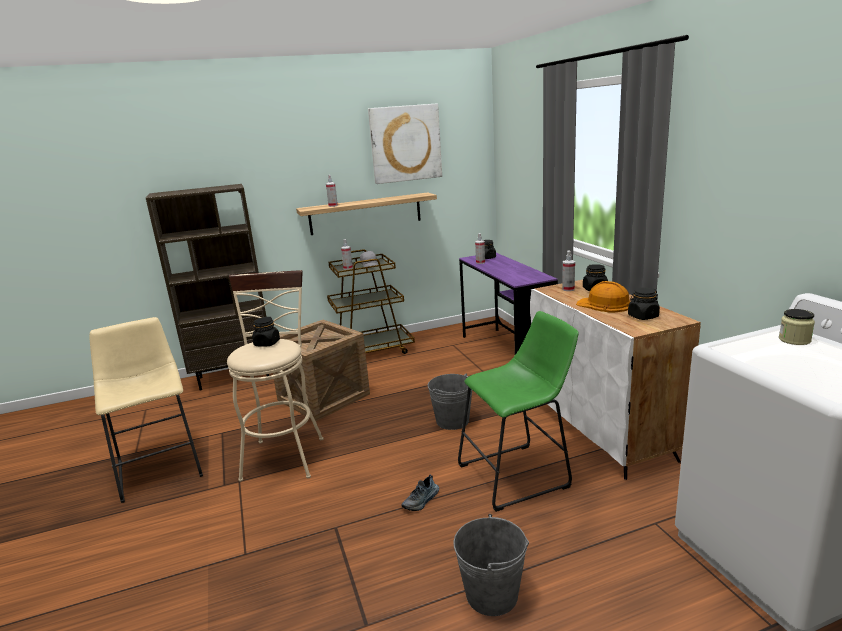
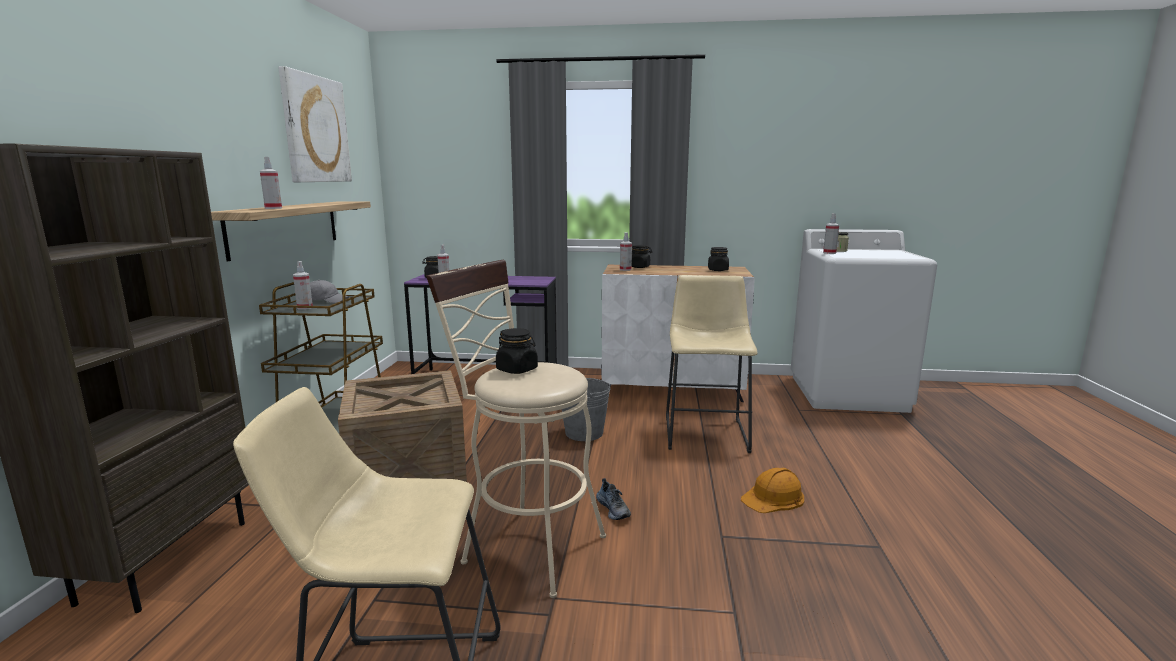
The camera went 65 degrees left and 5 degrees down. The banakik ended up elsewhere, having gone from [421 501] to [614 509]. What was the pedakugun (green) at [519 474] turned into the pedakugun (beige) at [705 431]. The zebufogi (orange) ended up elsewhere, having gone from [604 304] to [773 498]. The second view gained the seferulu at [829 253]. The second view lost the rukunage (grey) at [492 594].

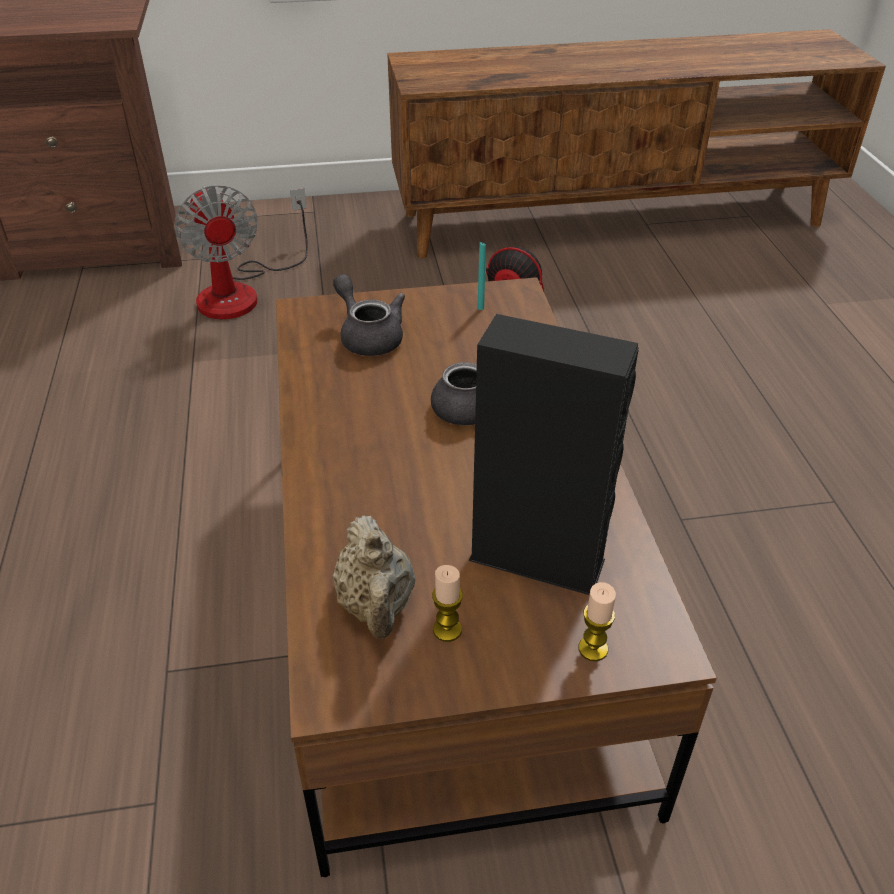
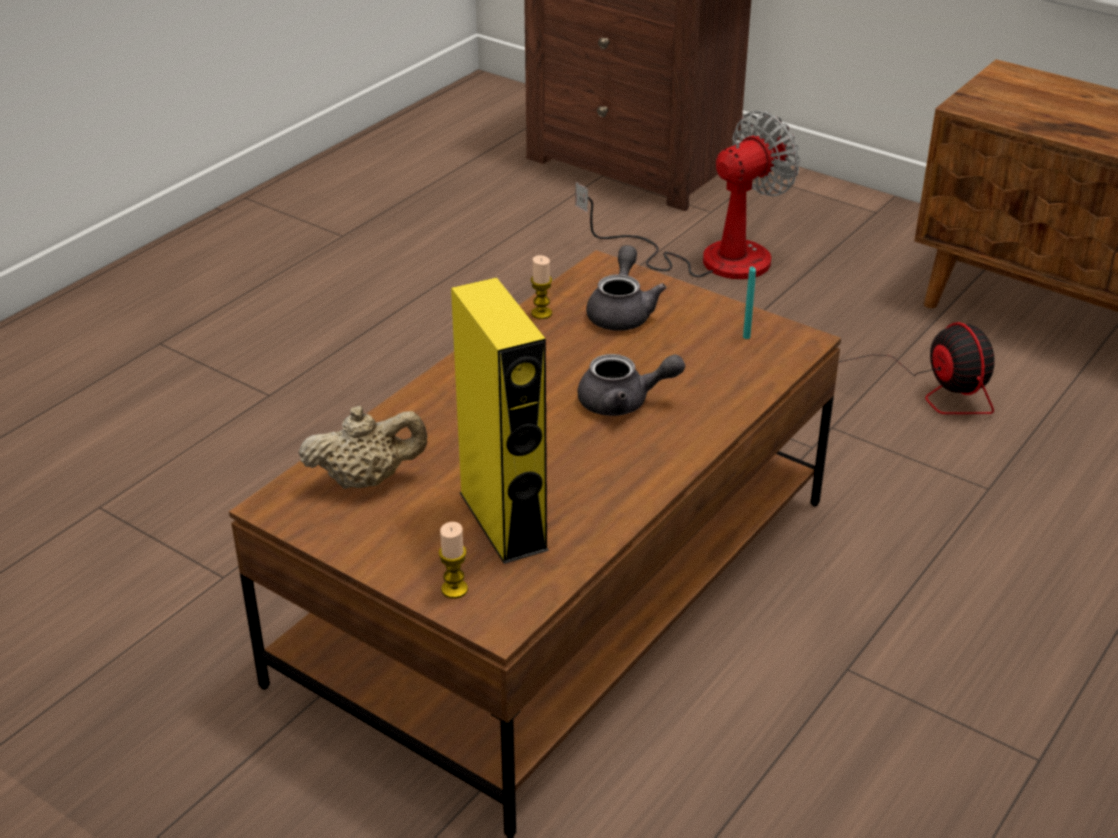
The camera went 45 degrees right and 5 degrees down. The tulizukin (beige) at [376 606] ended up facing another way, 135 degrees counterclockwise from before. What was the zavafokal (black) at [537 559] turned into the zavafokal (yellow) at [503 521]. The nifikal ended up elsewhere, having gone from [447 630] to [541 313]. The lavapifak at [242 291] ended up facing another way, 150 degrees counterclockwise from before.

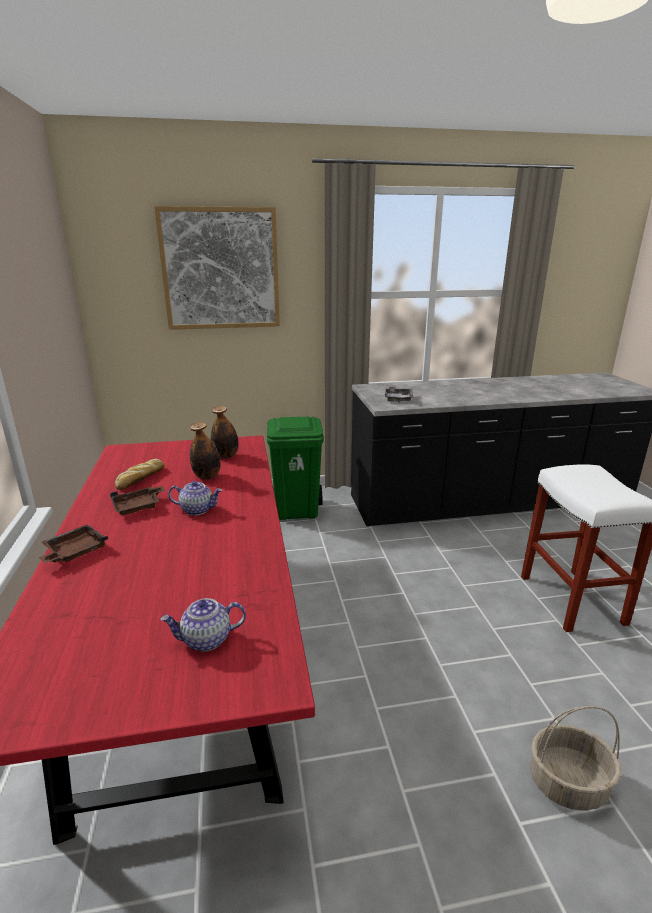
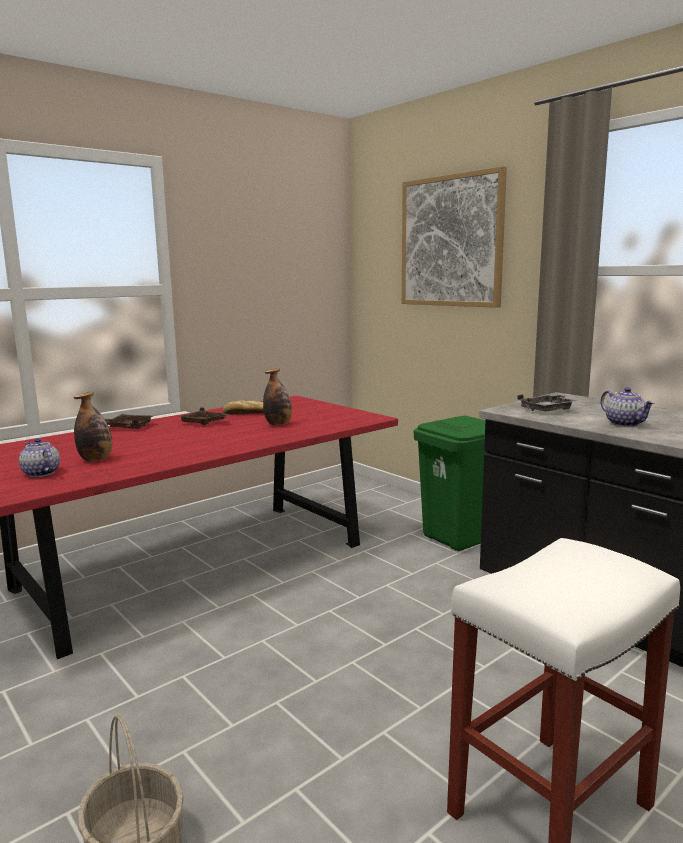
The camera went 60 degrees right and 10 degrees down. The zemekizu ended up elsewhere, having gone from [226 456] to [96 459]. The tulizukin ended up elsewhere, having gone from [197 510] to [625 423].

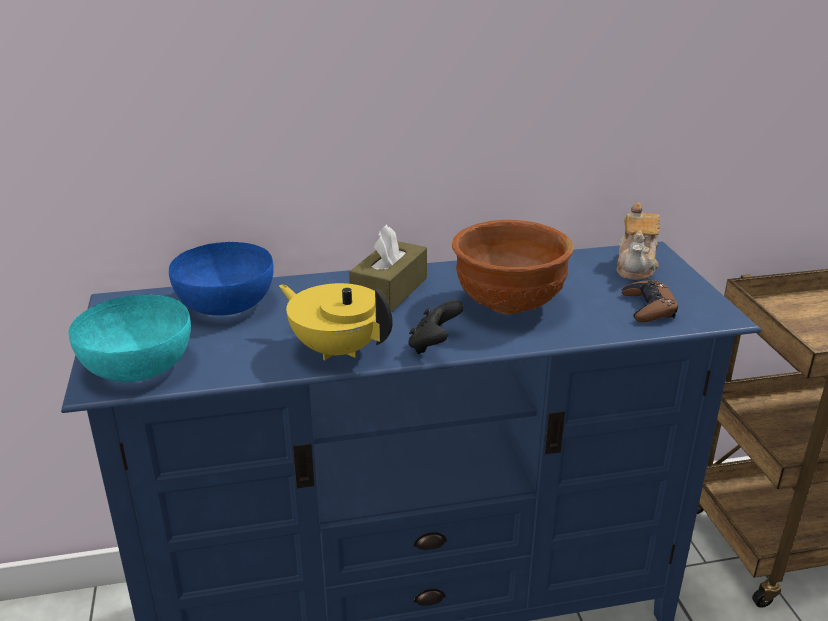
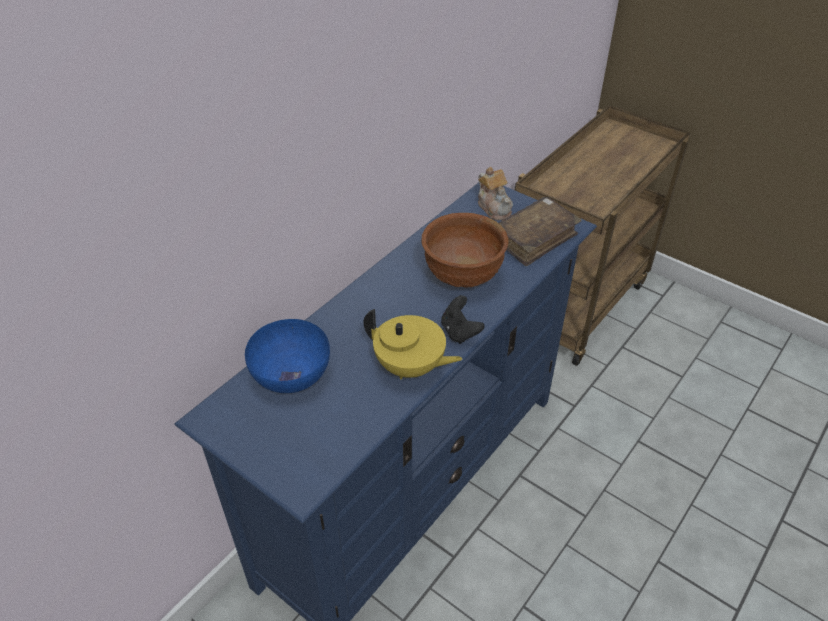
The camera went 40 degrees left and 15 degrees up. The tulizukin (yellow) at [337 349] ended up facing another way, 150 degrees counterclockwise from before. Where the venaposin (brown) stood at [648 308], the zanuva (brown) came to stand at [534 238]. The second view lost the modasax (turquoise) at [139 367]. The second view lost the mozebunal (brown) at [389 291].

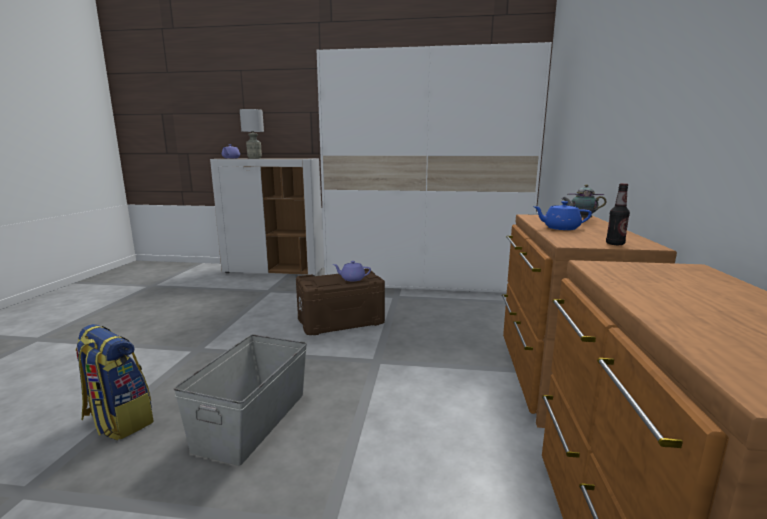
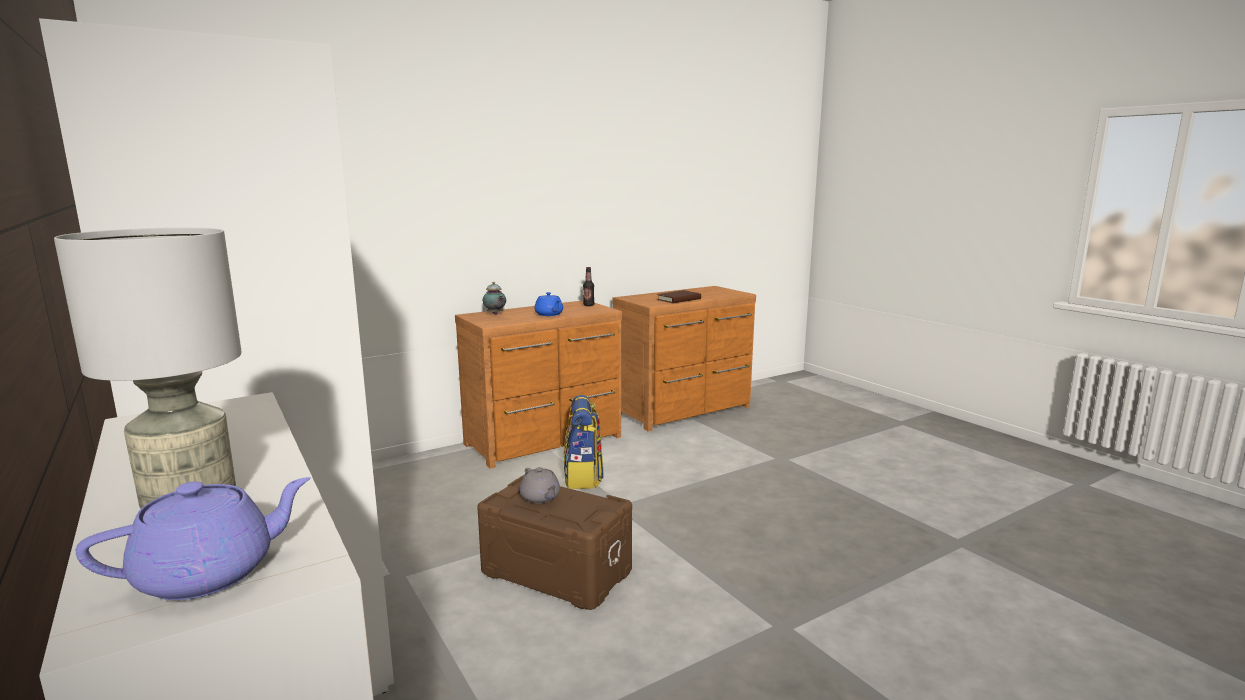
The camera went 130 degrees left and 0 degrees up. What was the tulizukin (purple) at [352 279] turned into the tulizukin (grey) at [540 497]. The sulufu ended up elsewhere, having gone from [118 421] to [583 477]. The second view gained the zanuva (brown) at [679 299]. The second view lost the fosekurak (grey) at [251 420].

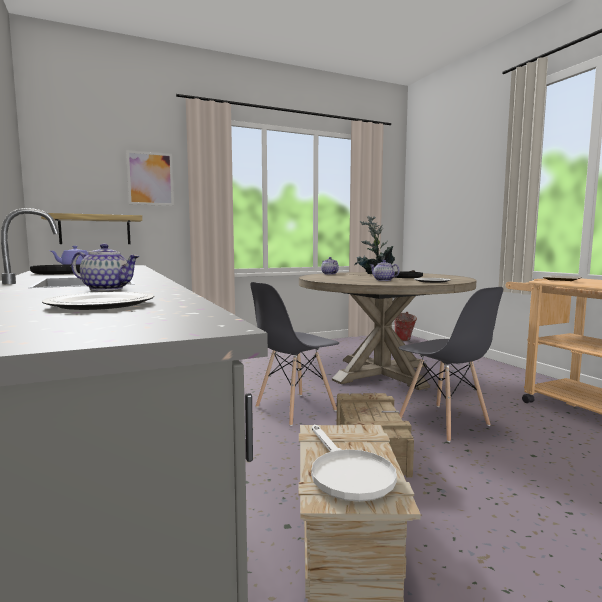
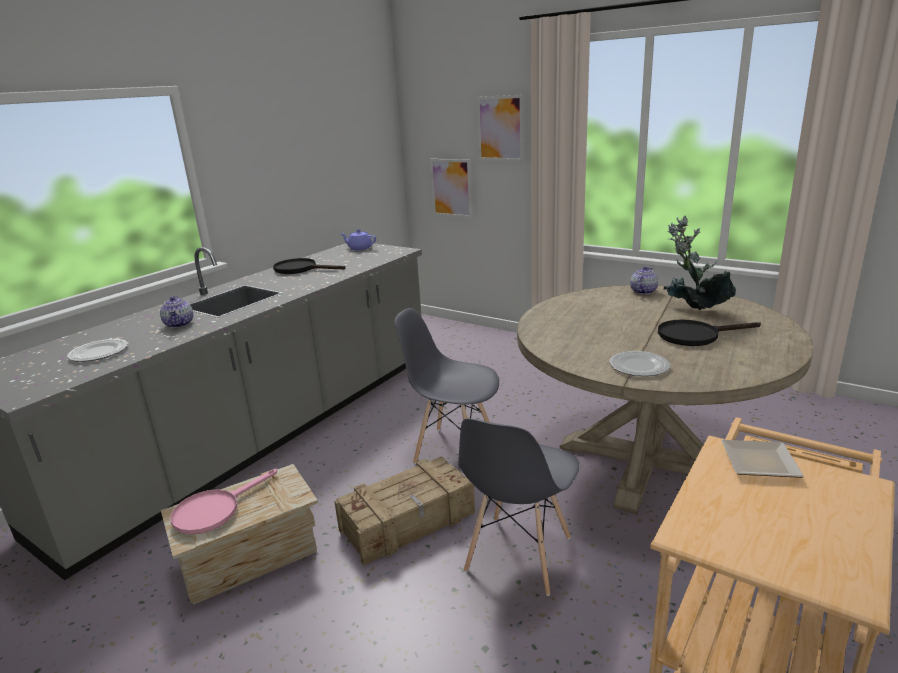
The camera went 60 degrees right and 15 degrees up. What was the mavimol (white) at [347 473] turned into the mavimol (pink) at [214 510]. Where the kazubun hung at [95 230], the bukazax came to hang at [451 188]. The second view lost the tulizukin at [383 280]. The second view lost the rukunage at [403 340].

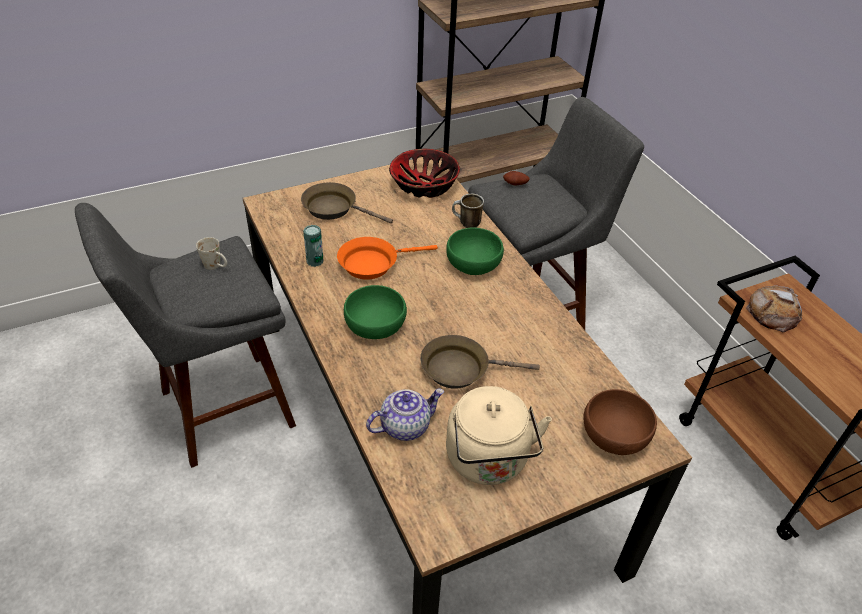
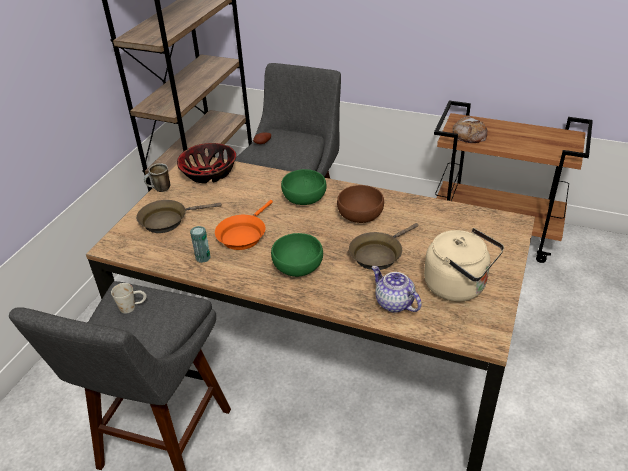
The camera went 40 degrees left and 5 degrees down. The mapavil ended up elsewhere, having gone from [466 224] to [159 189]. The modasax (brown) ended up elsewhere, having gone from [615 434] to [360 214]. The tulizukin at [405 426] ended up facing another way, 60 degrees counterclockwise from before.

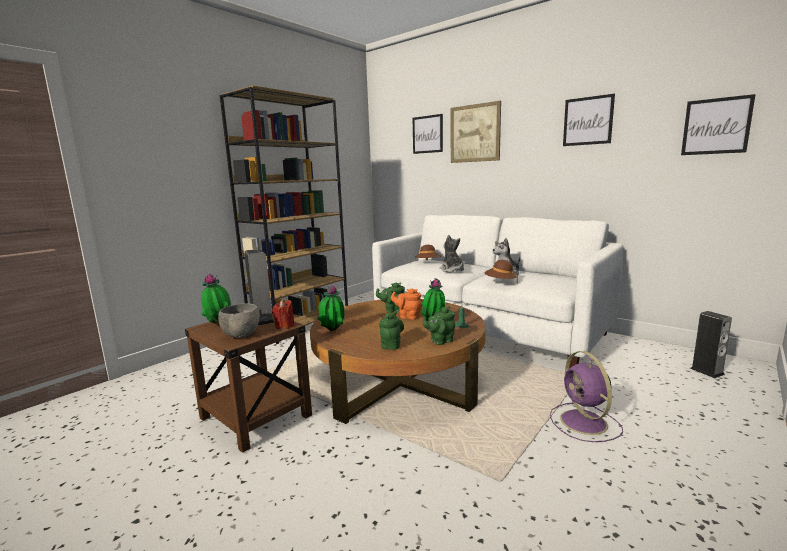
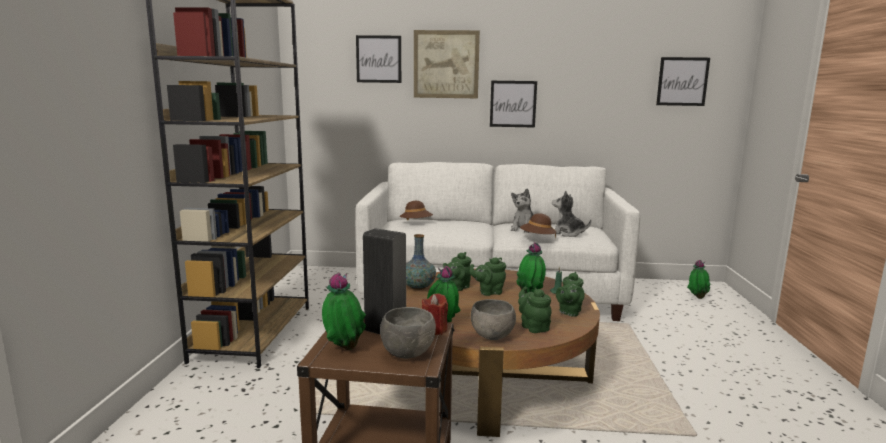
The camera went 35 degrees left and 0 degrees up. The second view gained the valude at [418 287]. What was the tulizukin (orange) at [408 317] turned into the tulizukin (green) at [488 292]. The second view gained the modasax (grey) at [493 337]. The bukazax ended up elsewhere, having gone from [588 121] to [513 104]. The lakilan ended up elsewhere, having gone from [452 270] to [567 233]. Where the zavafokal stood at [707 371], the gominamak came to stand at [697 297]. The second view lost the lavapifak (purple) at [585 423].

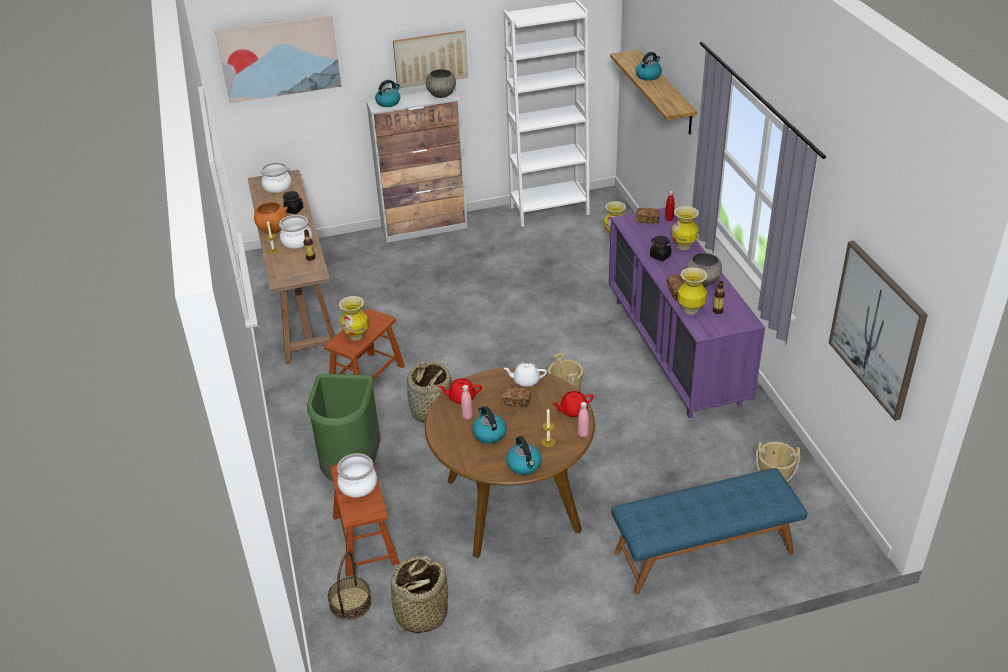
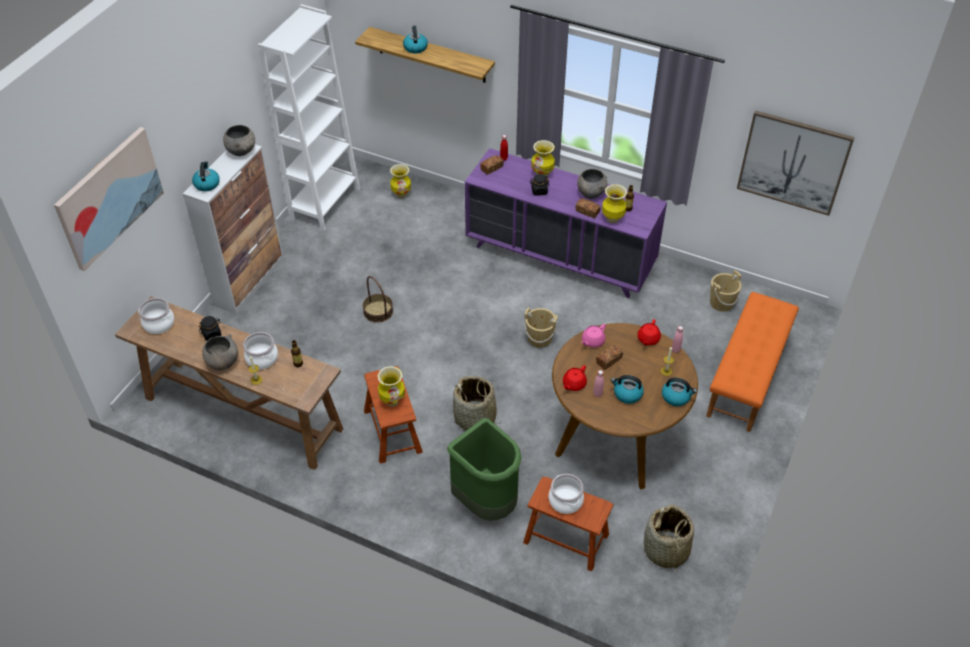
The camera went 50 degrees left and 10 degrees up. What was the modasax (orange) at [273 229] turned into the modasax (grey) at [222 362]. The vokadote ended up elsewhere, having gone from [350 603] to [378 311]. What was the tulizukin (white) at [526 380] turned into the tulizukin (pink) at [592 341]. What was the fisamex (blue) at [704 553] turned into the fisamex (orange) at [748 376]. The second view lost the bukazax at [430 58].

